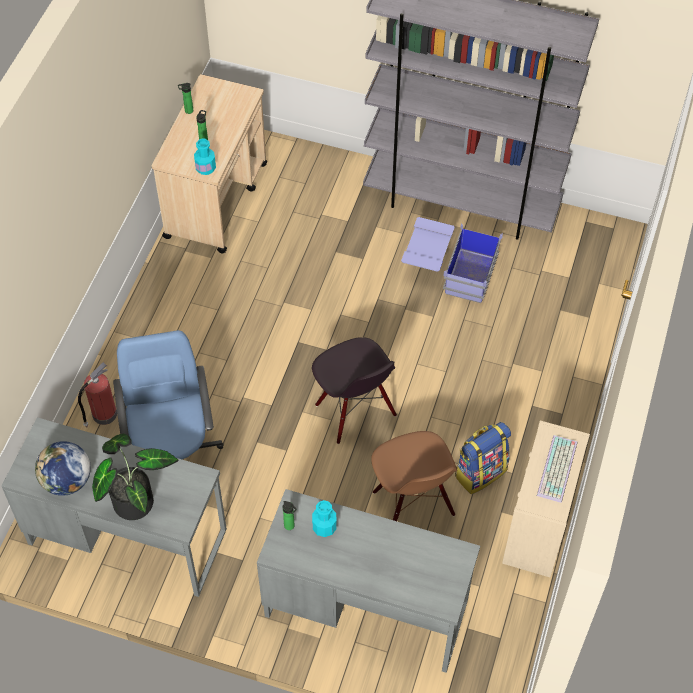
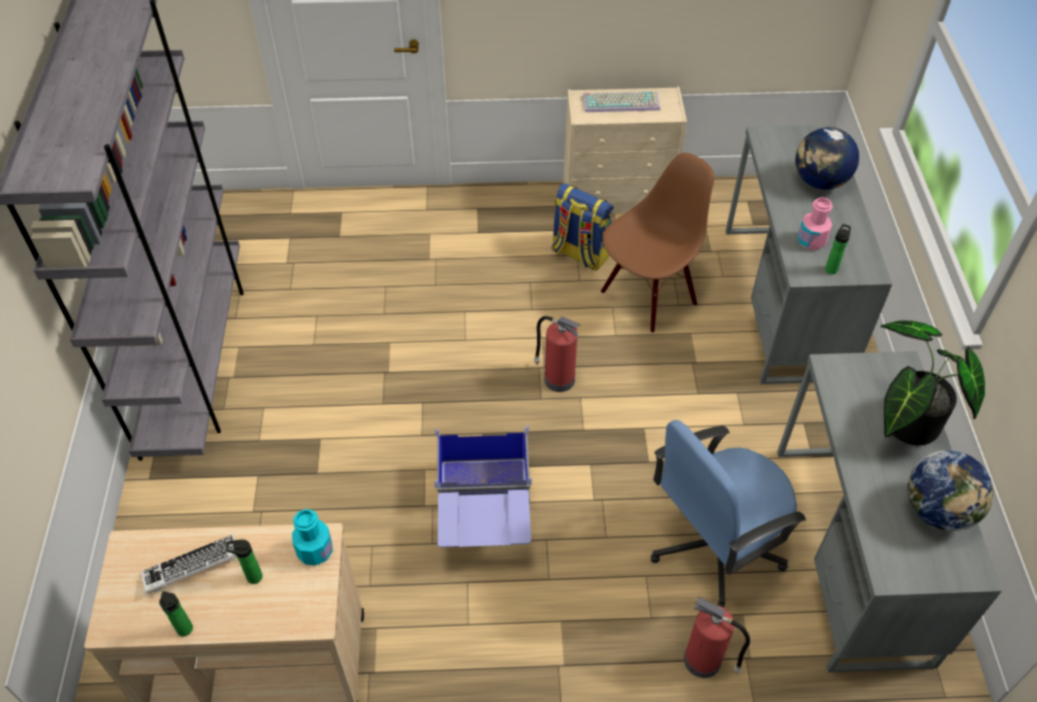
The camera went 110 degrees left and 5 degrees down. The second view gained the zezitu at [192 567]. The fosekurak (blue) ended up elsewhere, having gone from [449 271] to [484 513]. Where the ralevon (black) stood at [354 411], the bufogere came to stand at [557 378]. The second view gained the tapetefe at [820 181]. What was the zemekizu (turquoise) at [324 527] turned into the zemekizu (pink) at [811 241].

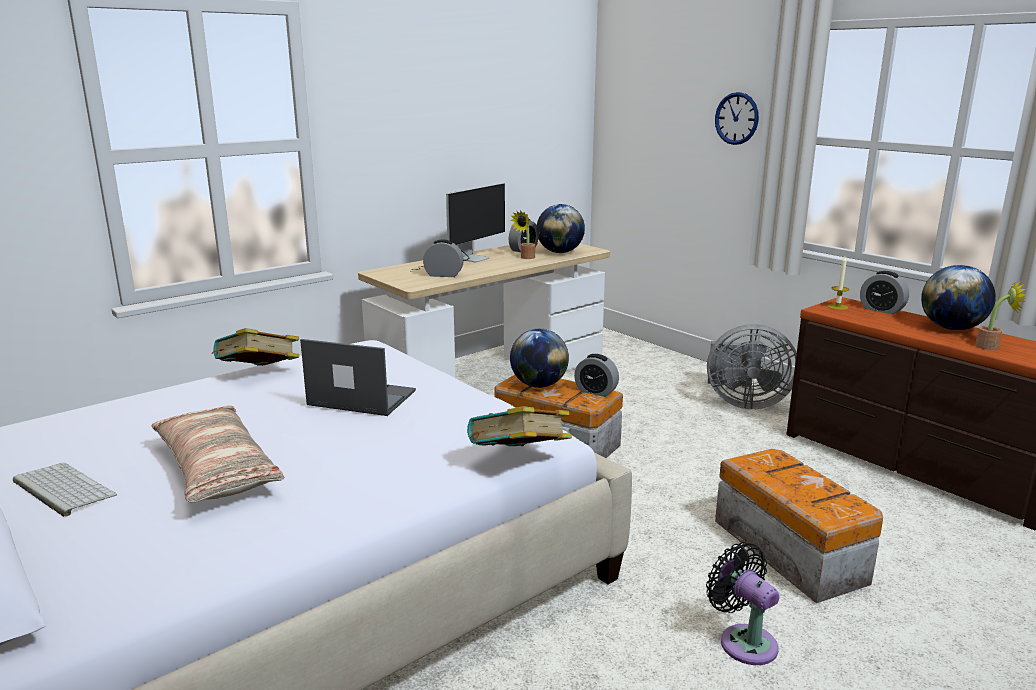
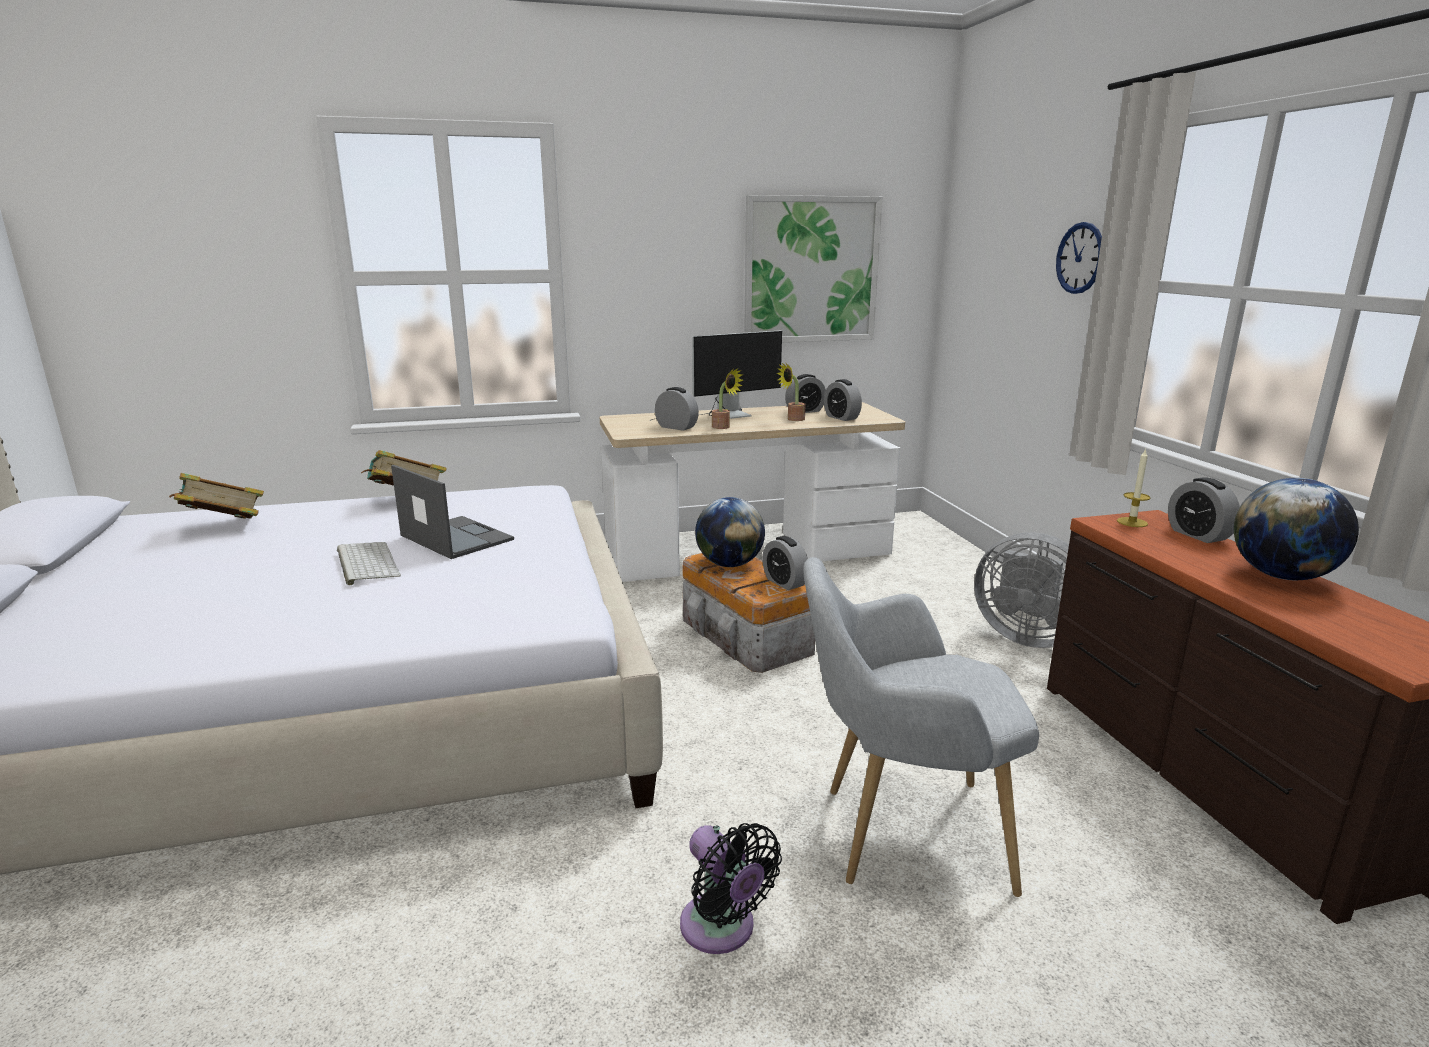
The camera went 25 degrees right and 0 degrees up. The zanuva ended up elsewhere, having gone from [519 461] to [223 528]. The zezitu ended up elsewhere, having gone from [61 489] to [365 563]. The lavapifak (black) at [744 641] ended up facing another way, 150 degrees clockwise from before. The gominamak ended up elsewhere, having gone from [991 346] to [724 427]. The second view gained the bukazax at [811 270]. Where the fosekurak stood at [789 549], the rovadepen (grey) came to stand at [901 834]. Where the tapetefe stood at [560 252], the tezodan came to stand at [841 417]. The second view lost the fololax at [216 469].

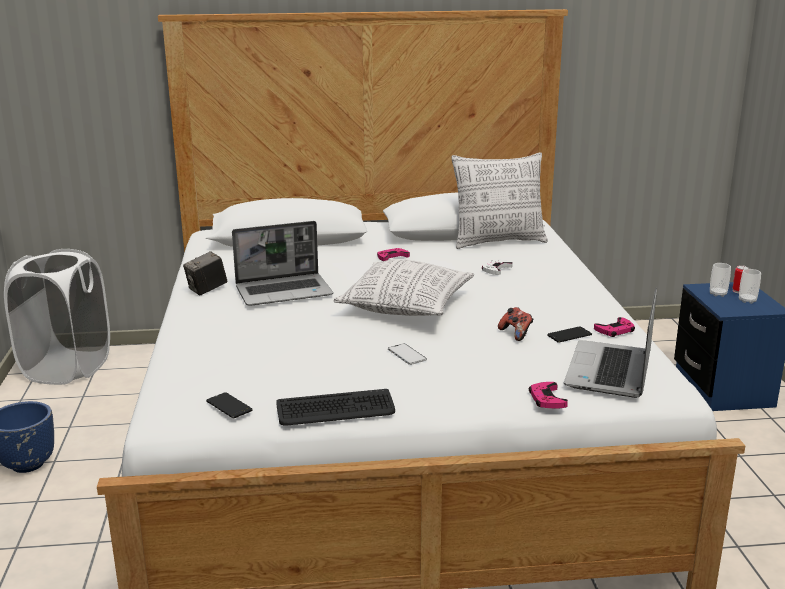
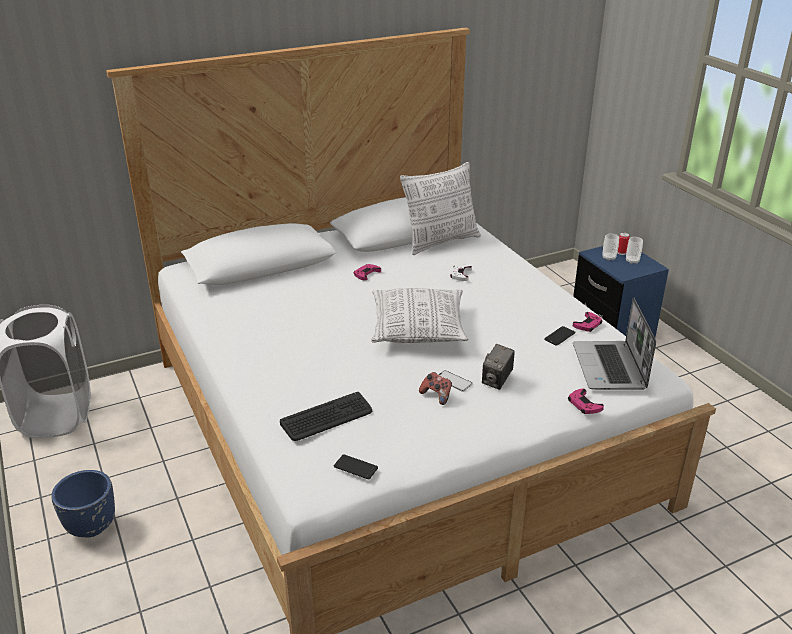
The camera went 20 degrees left and 10 degrees up. The zezitu ended up elsewhere, having gone from [335 409] to [327 417]. The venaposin ended up elsewhere, having gone from [516 334] to [436 395]. The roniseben ended up elsewhere, having gone from [207 290] to [497 381]. The second view lost the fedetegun at [285 291].

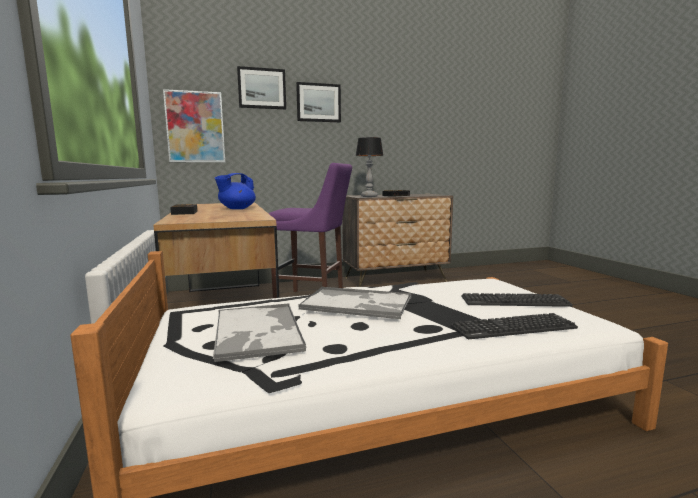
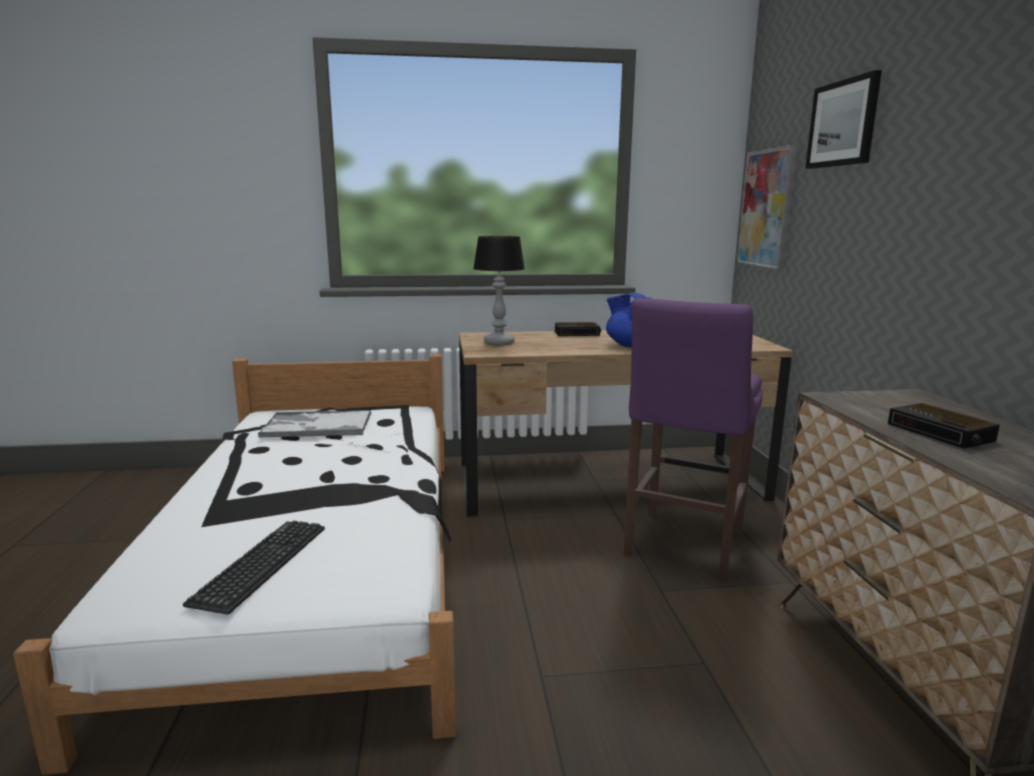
The camera went 100 degrees right and 5 degrees up. The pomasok ended up elsewhere, having gone from [369 196] to [498 343]. The second view lost the bukazax at [318 103]. The second view lost the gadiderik at [358 304]. The second view lost the zezitu at [513 327].

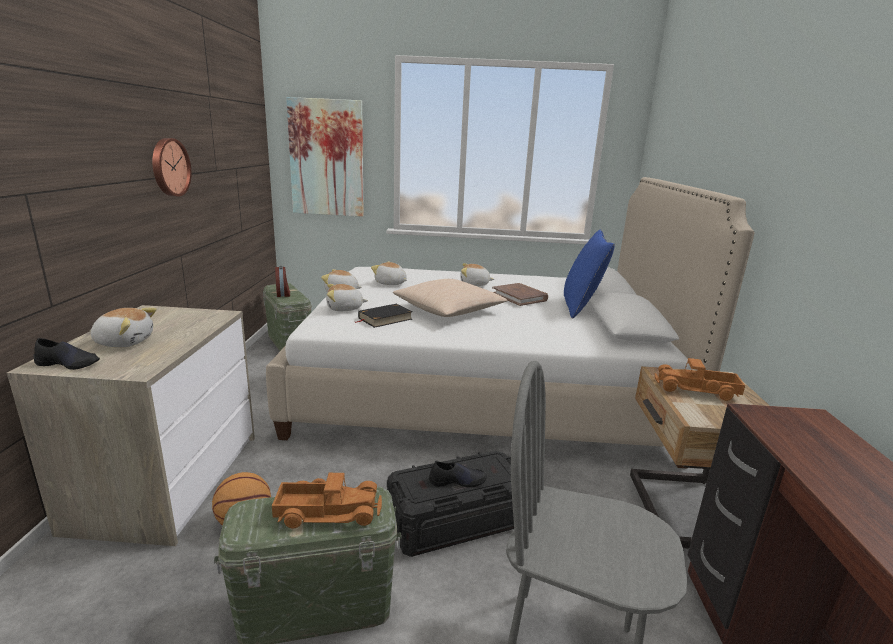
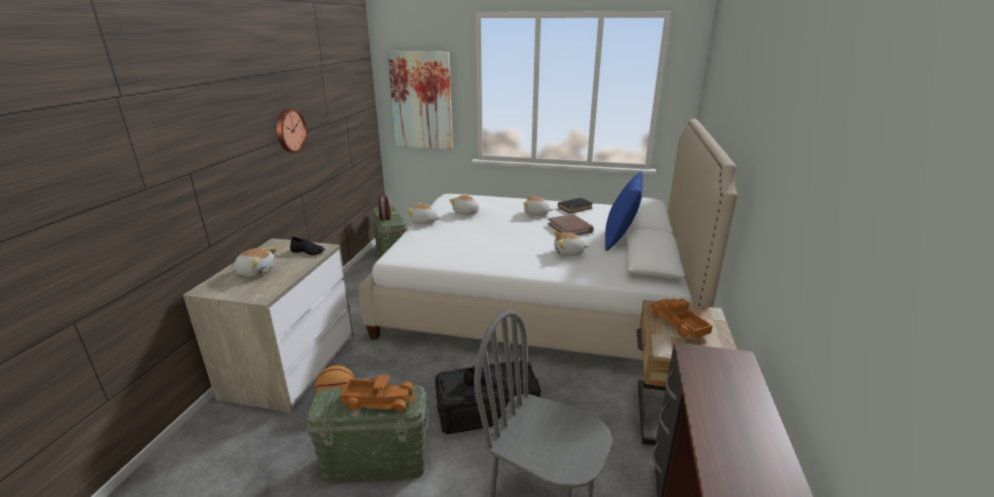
The camera went 10 degrees right and 5 degrees up. The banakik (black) ended up elsewhere, having gone from [69 364] to [308 251]. The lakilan ended up elsewhere, having gone from [345 309] to [569 253]. The zanuva (black) ended up elsewhere, having gone from [385 318] to [574 207]. The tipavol at [696 390] ended up facing another way, 45 degrees clockwise from before. The second view lost the fololax (beige) at [449 310].

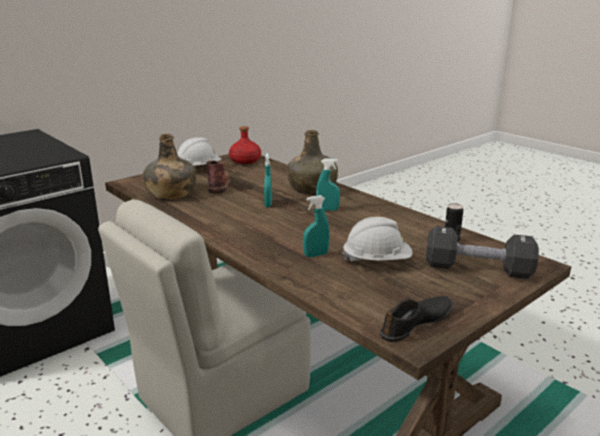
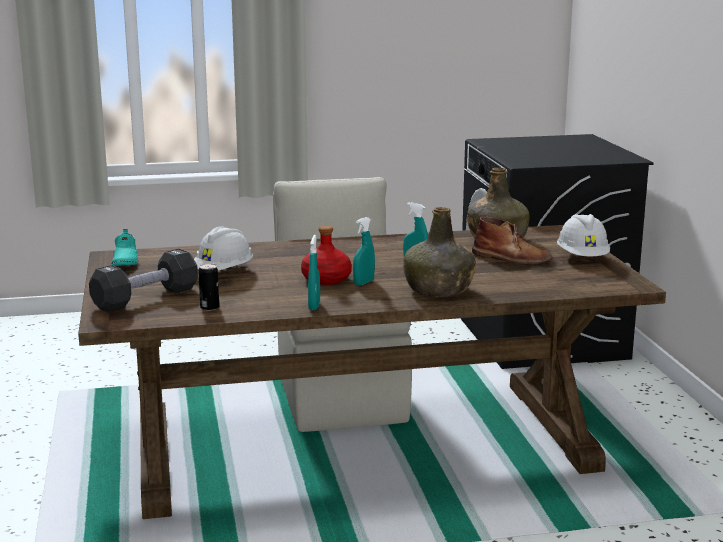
The camera went 120 degrees right and 5 degrees down. What was the banakik (black) at [416 324] turned into the banakik (turquoise) at [124 261]. The zemekizu (red) ended up elsewhere, having gone from [245 161] to [326 279]. The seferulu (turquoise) ended up elsewhere, having gone from [316 255] to [314 306].

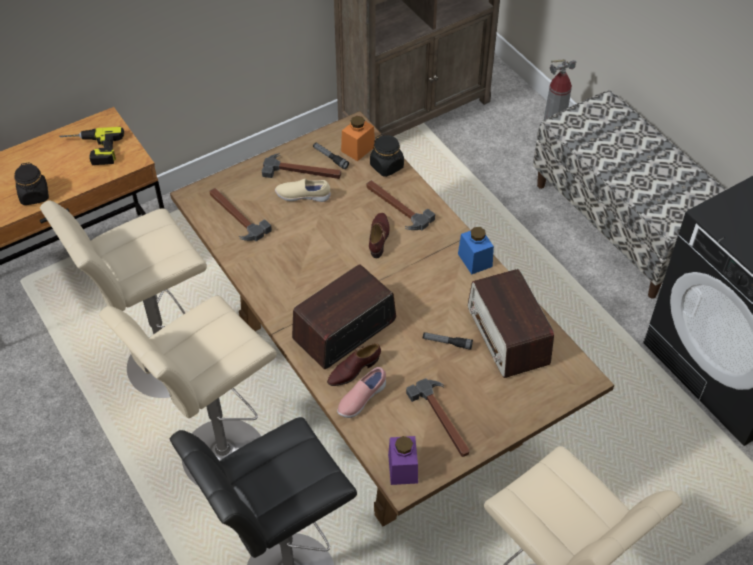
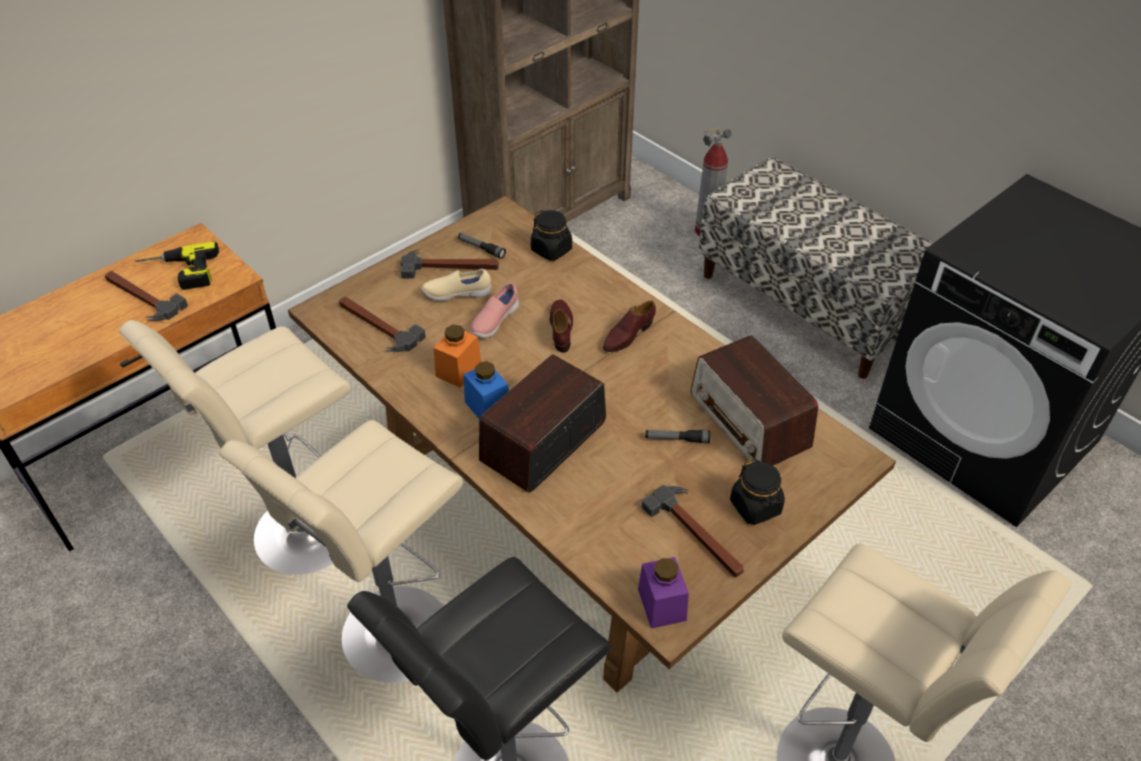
The camera went 10 degrees left and 5 degrees down. The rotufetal ended up elsewhere, having gone from [396 207] to [141 298]. The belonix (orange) ended up elsewhere, having gone from [358 149] to [458 370]. The belonix (blue) ended up elsewhere, having gone from [475 260] to [488 407]. The banakik (pink) ended up elsewhere, having gone from [361 399] to [494 322]. The banakik (brown) ended up elsewhere, having gone from [353 370] to [628 335]. The belonix (black) ended up elsewhere, having gone from [34 195] to [755 507].

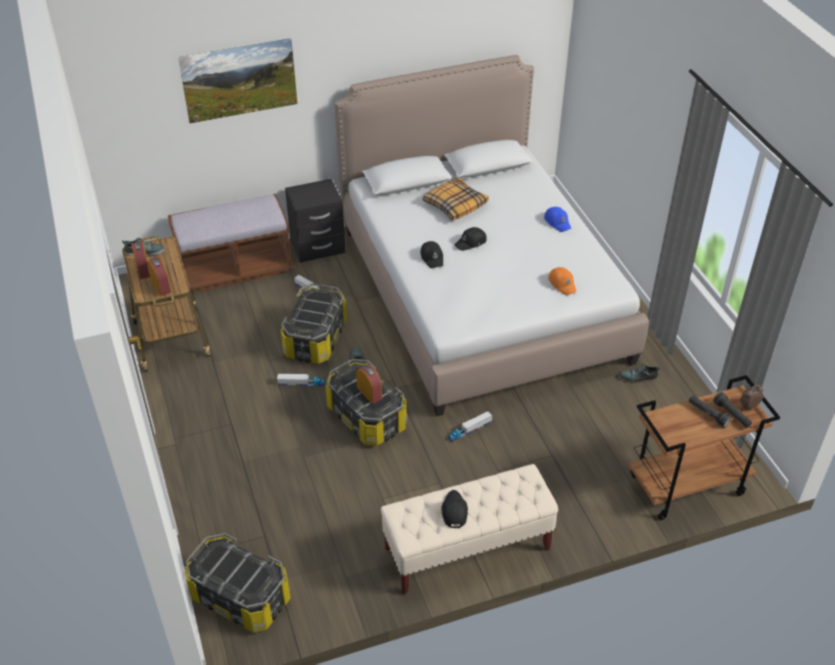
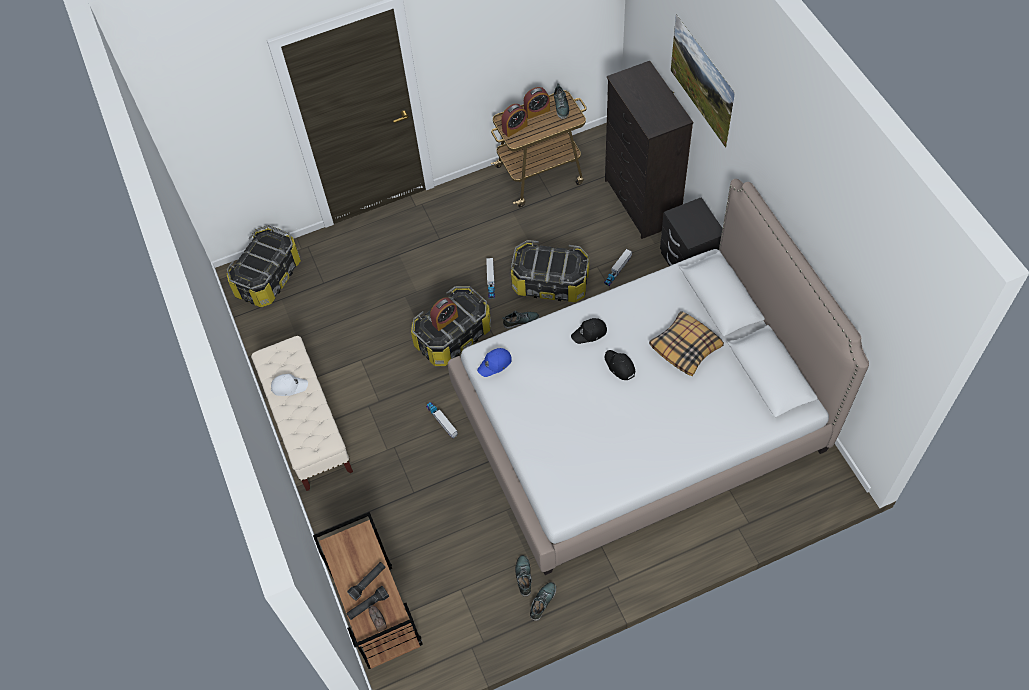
The camera went 90 degrees right and 15 degrees up. What was the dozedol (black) at [454 511] turned into the dozedol (white) at [289 386]. The dozedol (blue) ended up elsewhere, having gone from [557 222] to [495 364]. The second view gained the banakik at [542 601]. Where the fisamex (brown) stood at [235 269], the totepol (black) came to stand at [641 203]. The second view lost the dozedol (orange) at [562 284].

